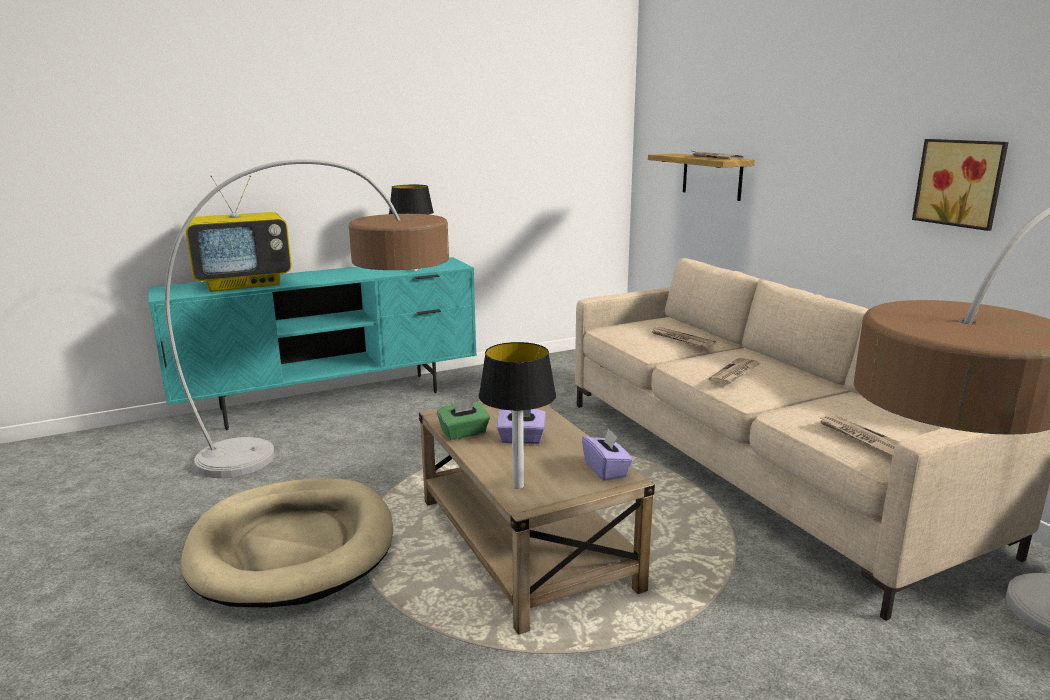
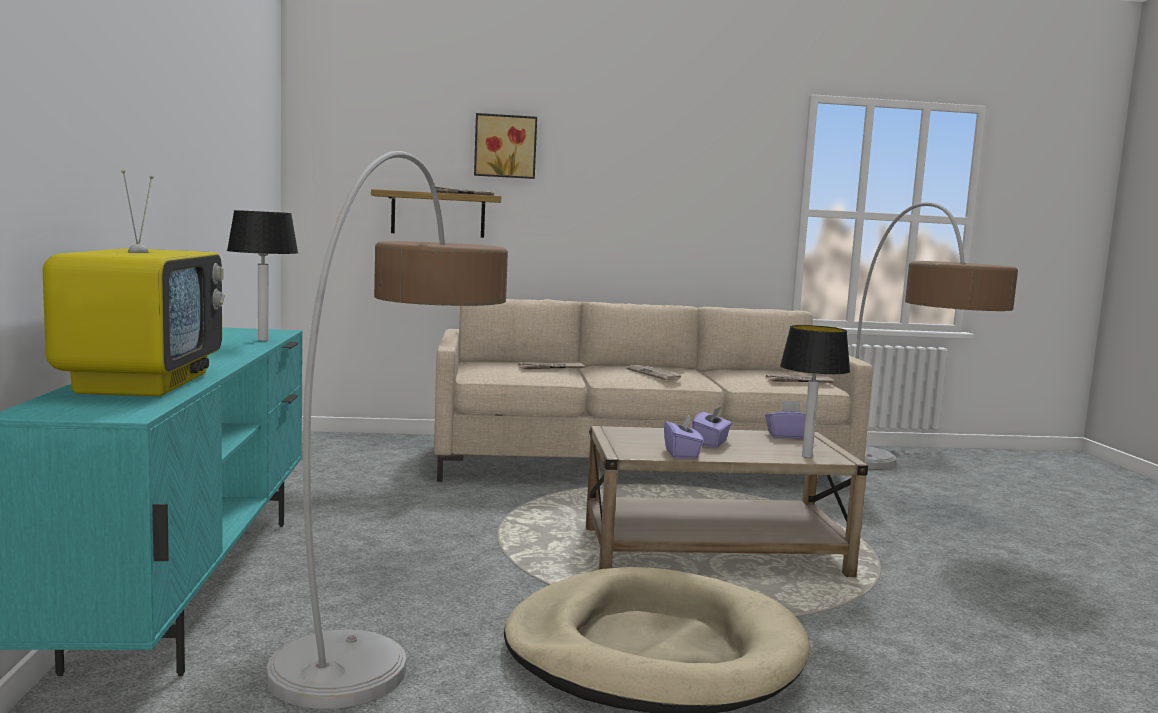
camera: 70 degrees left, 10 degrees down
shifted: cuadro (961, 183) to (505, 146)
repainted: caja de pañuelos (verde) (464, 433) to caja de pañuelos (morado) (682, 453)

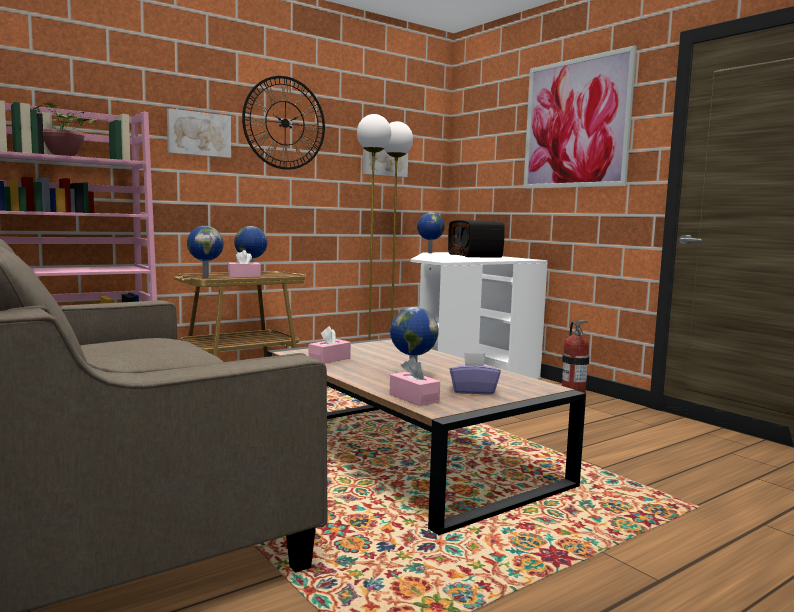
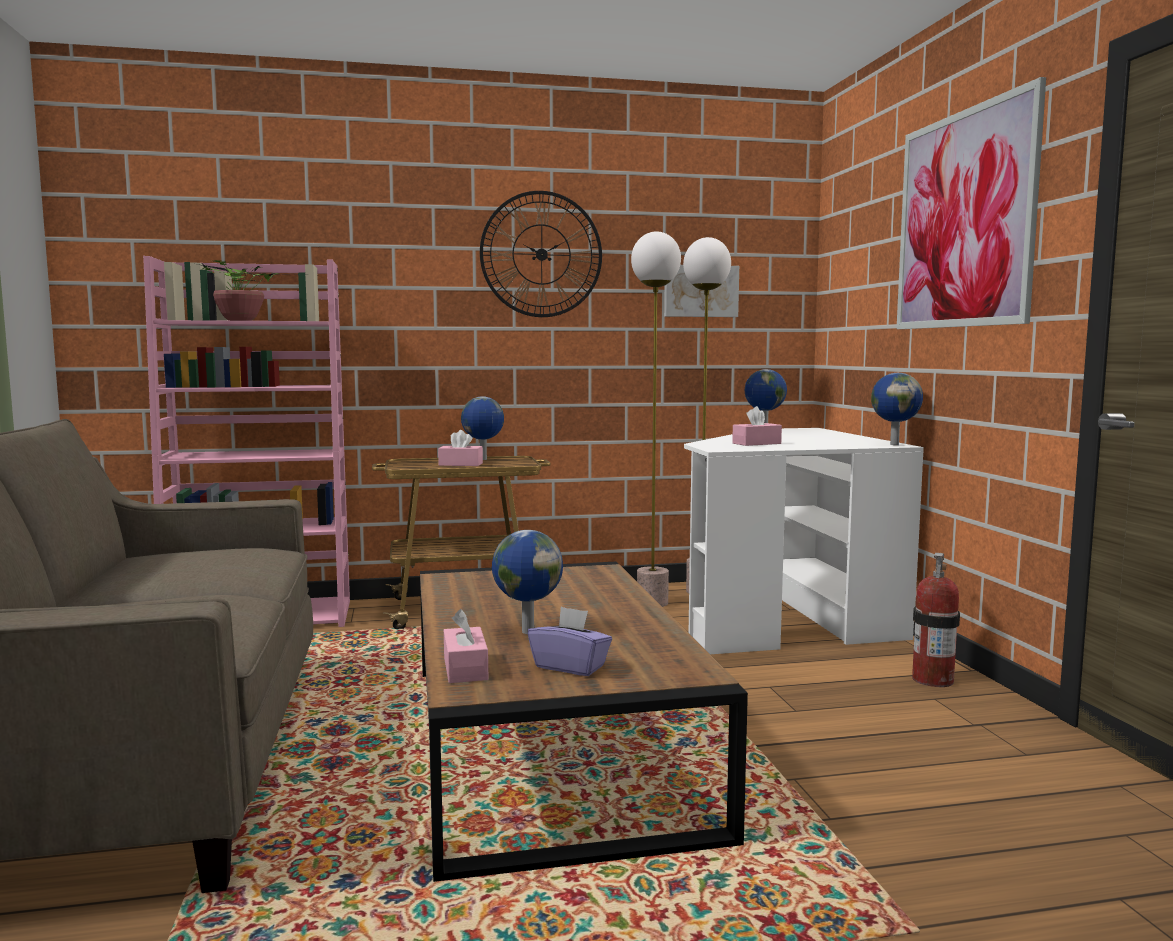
camera: 25 degrees right, 0 degrees up
gone: cuadro (198, 134); radio (476, 256)
shifted: globo terráqueo (205, 277) to (894, 444); caja de pañuelos (rosa) (329, 359) to (756, 443)

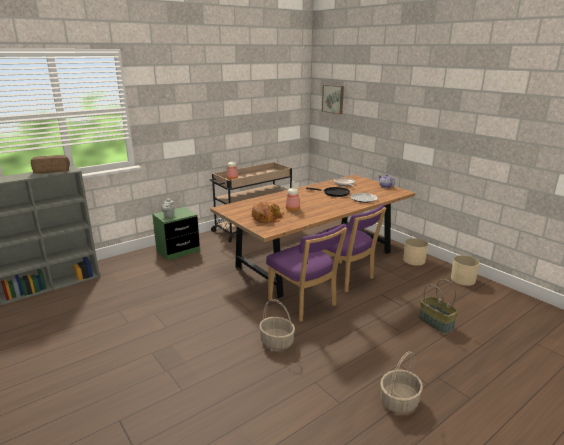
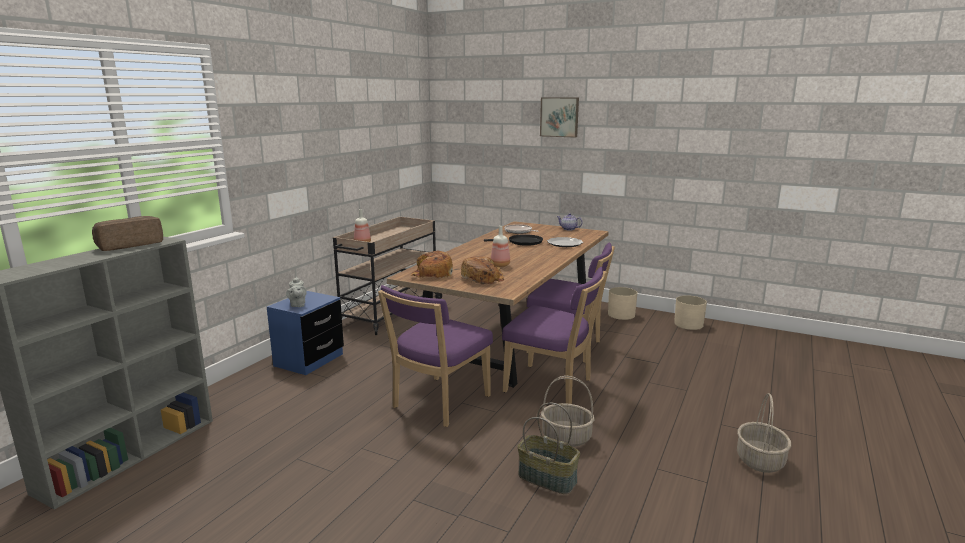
camera: 25 degrees left, 5 degrees down
new: silla (morado) (438, 403); pan (431, 274)
shifted: cuadro (333, 99) to (559, 117); cesta (436, 323) to (548, 478)
repainted: mesita de noche (verde) (178, 251) to mesita de noche (azul) (309, 360)

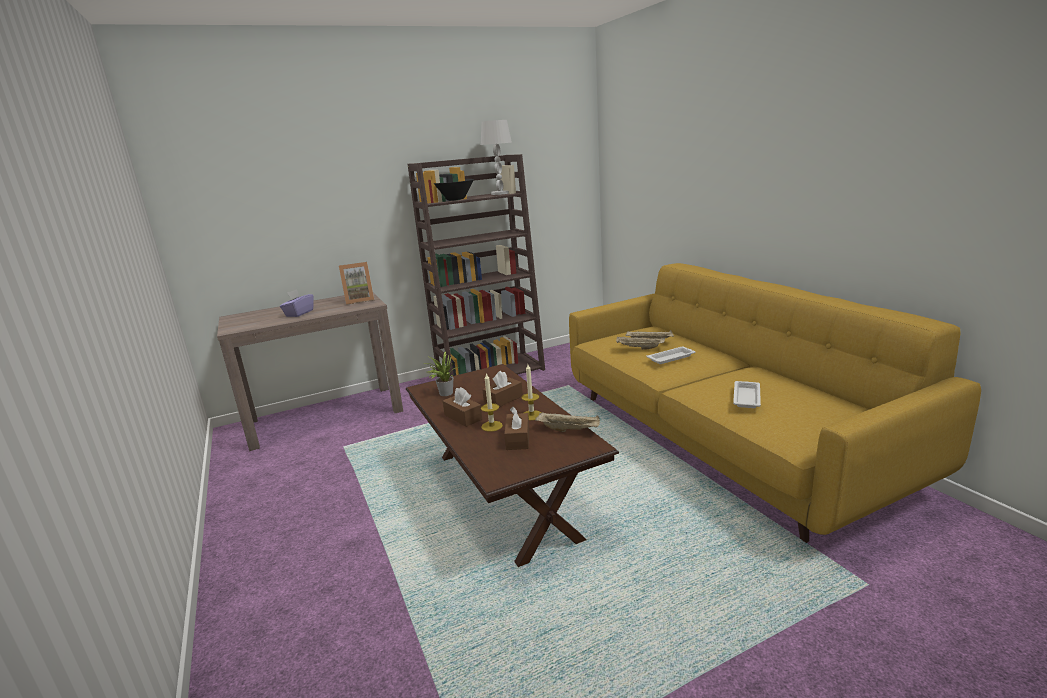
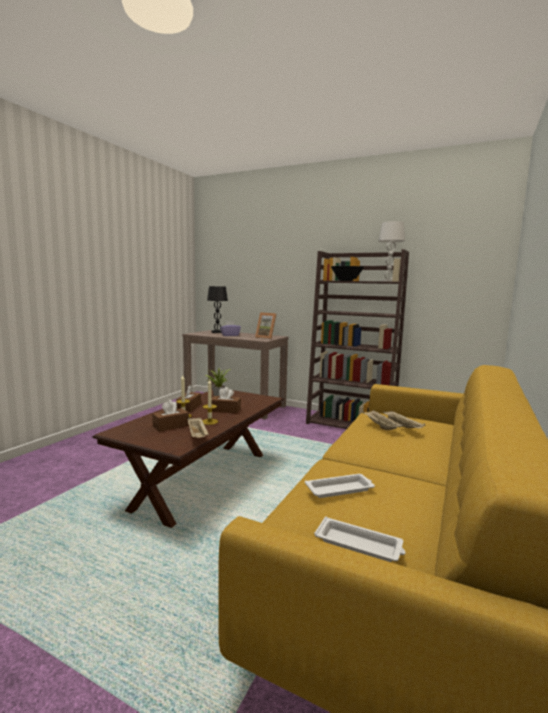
camera: 50 degrees right, 10 degrees down
new: lámpara de mesa (negro) (217, 332)
shifted: bandeja (blanco) (671, 358) to (359, 545)

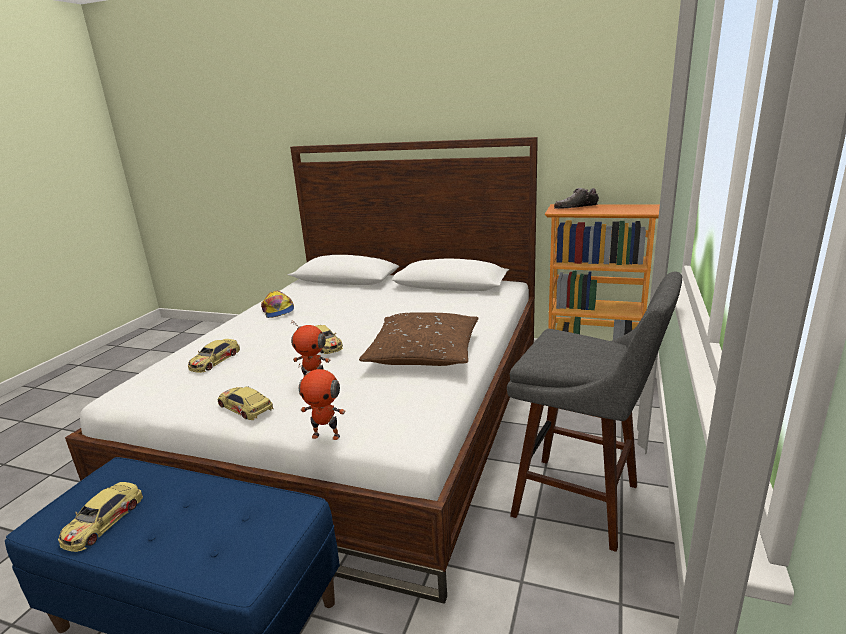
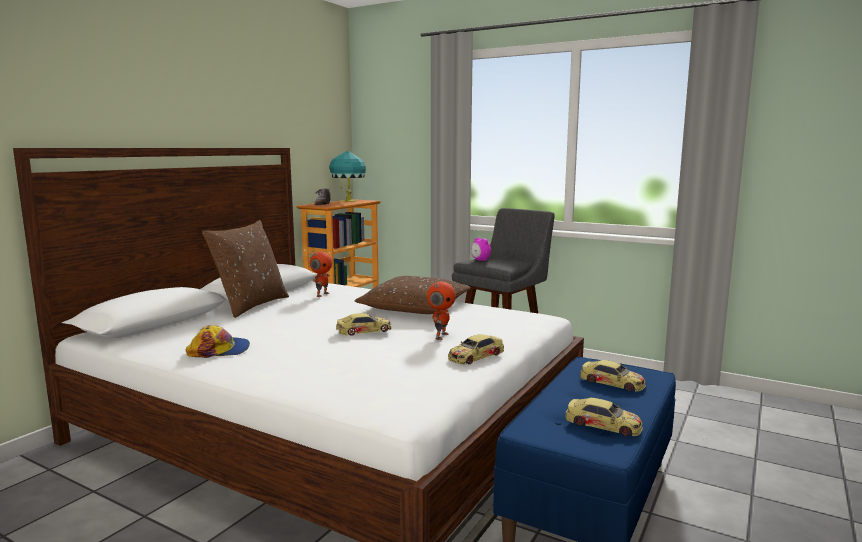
camera: 80 degrees left, 10 degrees down
new: cojín (marrón) (250, 305); lámpara de mesa (turquesa) (348, 201); despertador (480, 260)
shifted: coche de juguete (215, 360) to (612, 382); robot de juguete (326, 435) to (322, 294)

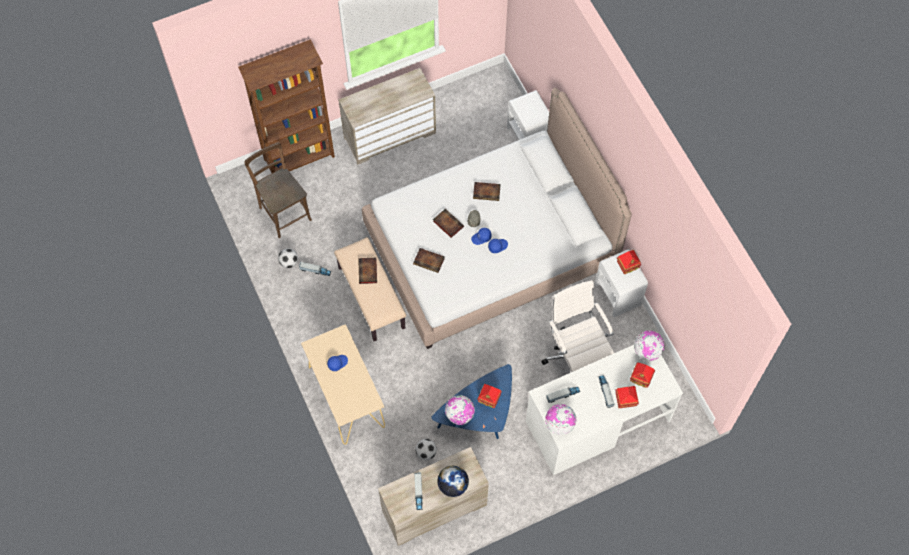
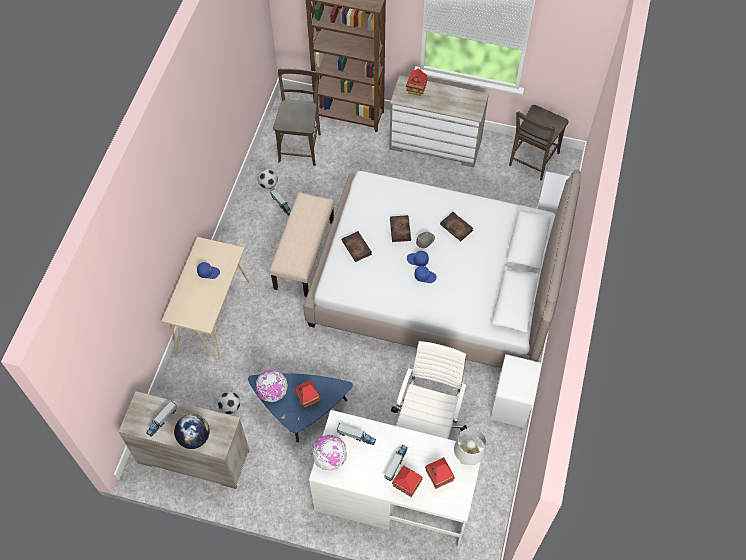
camera: 40 degrees right, 5 degrees down
gone: libro (368, 272)
new: silla (marrón) (532, 161)
shifted: casita (627, 266) to (416, 90)
swapped: globo terráqueo (647, 351) to lámpara de mesa (gris) (468, 457)

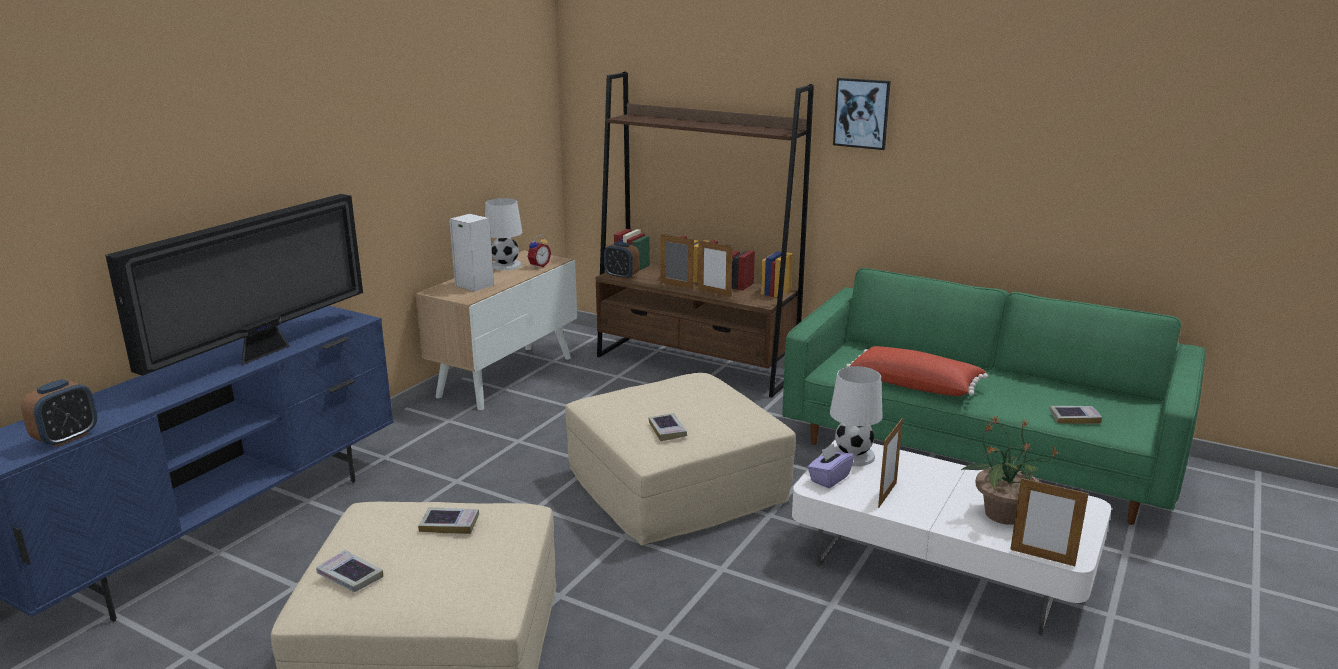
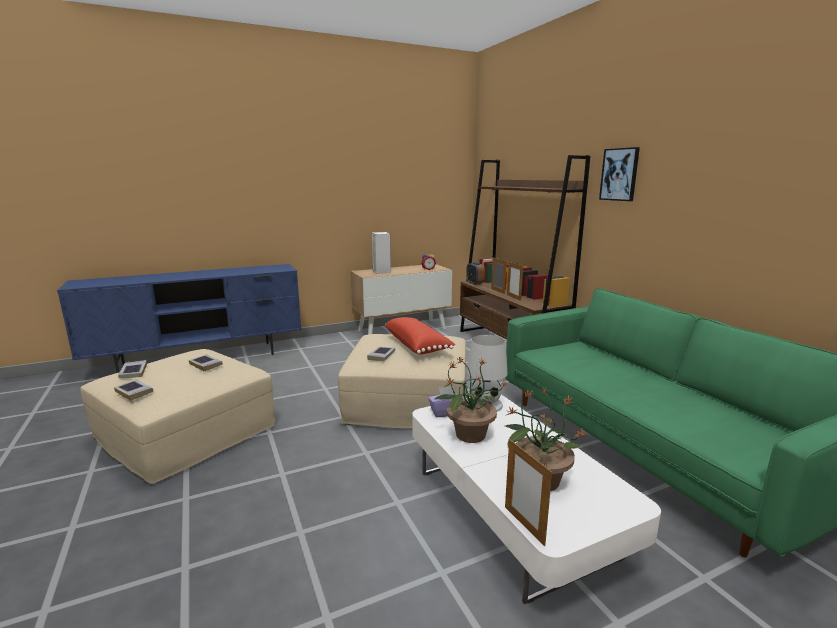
camera: 35 degrees right, 5 degrees down
gone: despertador (67, 438); televisor (264, 352); lámpara de mesa (blanco) (505, 265)
shifted: cojín (rojo) (915, 385) to (417, 345); libro (1074, 418) to (134, 392)
swapped: portarretratos (887, 495) to planta en maceta (469, 435)

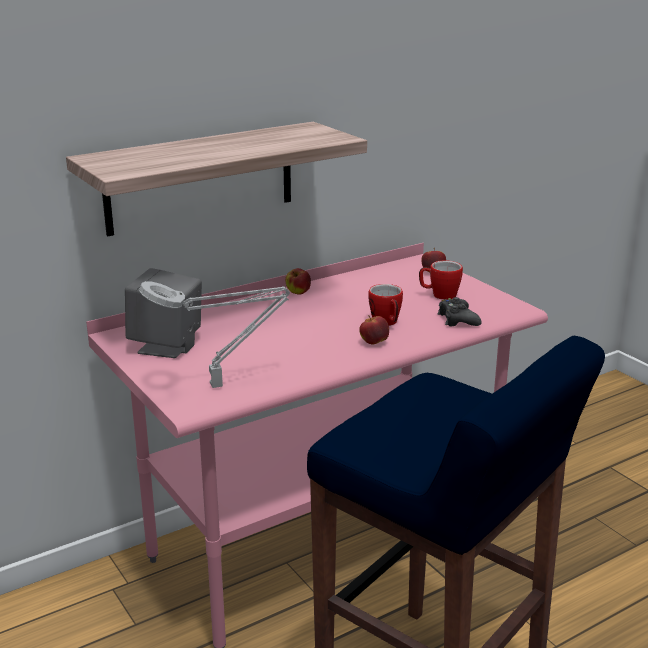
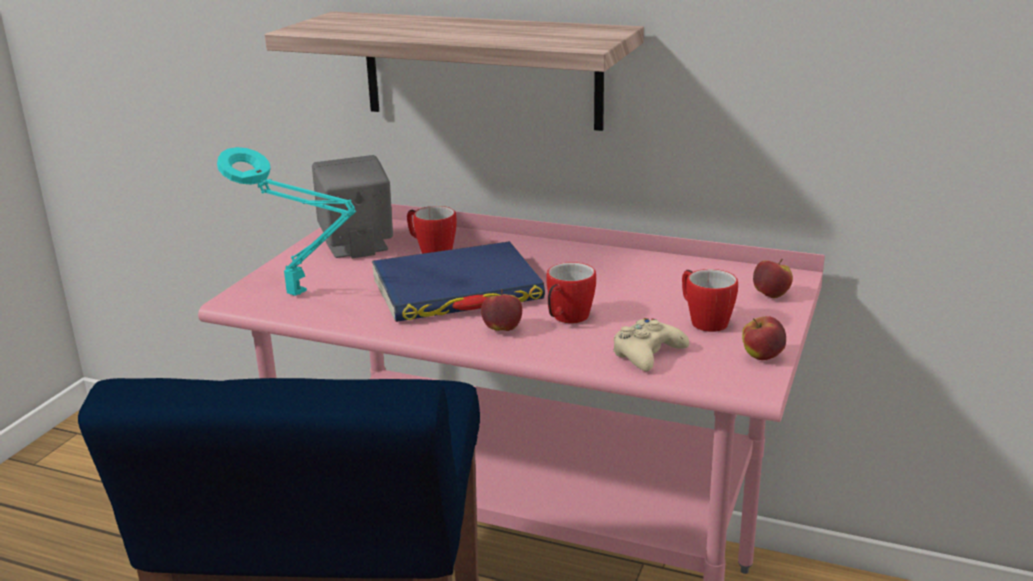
camera: 55 degrees right, 0 degrees up
new: libro (azul) (456, 290); taza grande (431, 251)
shifted: manzana (298, 293) to (762, 357)
repainted: lámpara de mesa (gris) (221, 385) to lámpara de mesa (turquesa) (301, 295); mando de consola (negro) (457, 319) to mando de consola (beis) (647, 354)

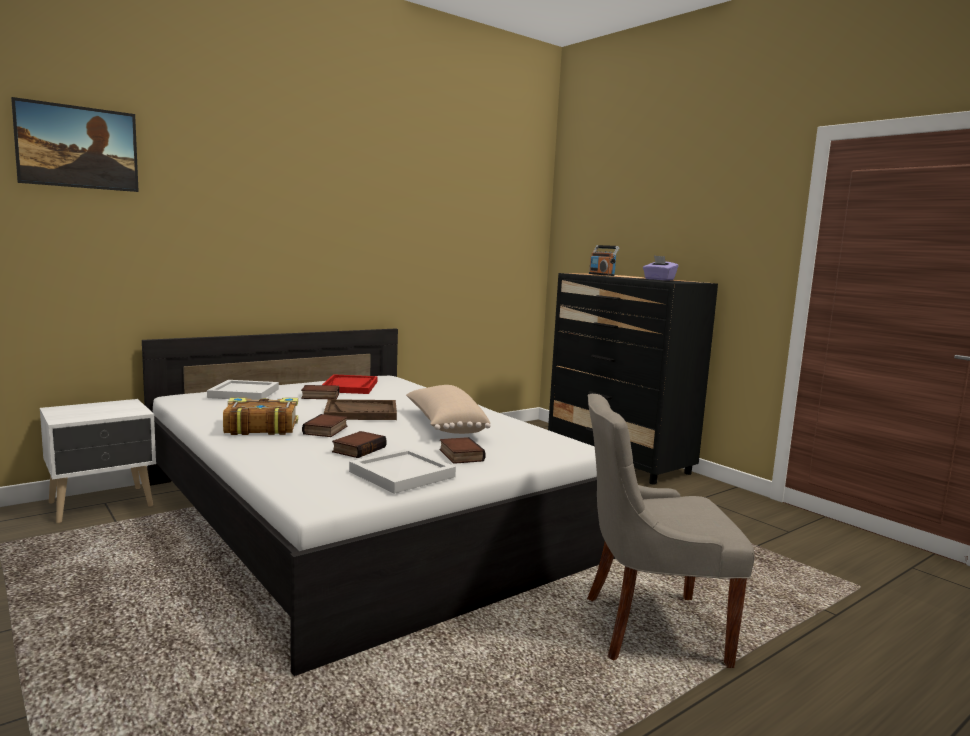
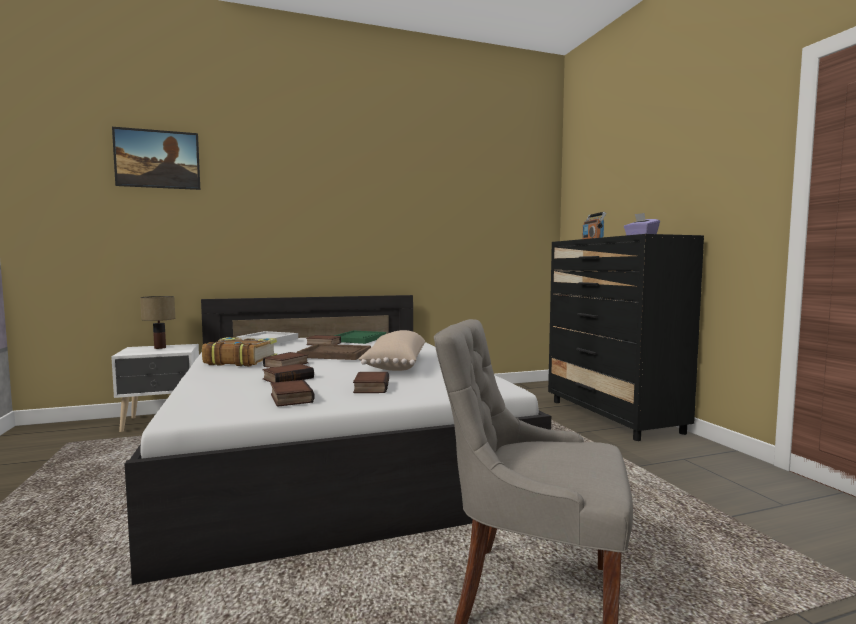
camera: 20 degrees right, 5 degrees down
new: lámpara de mesa (159, 348)
swapped: bandeja (blanco) (400, 474) to libro (289, 398)
repainted: bandeja (rojo) (350, 386) to bandeja (verde) (358, 339)

